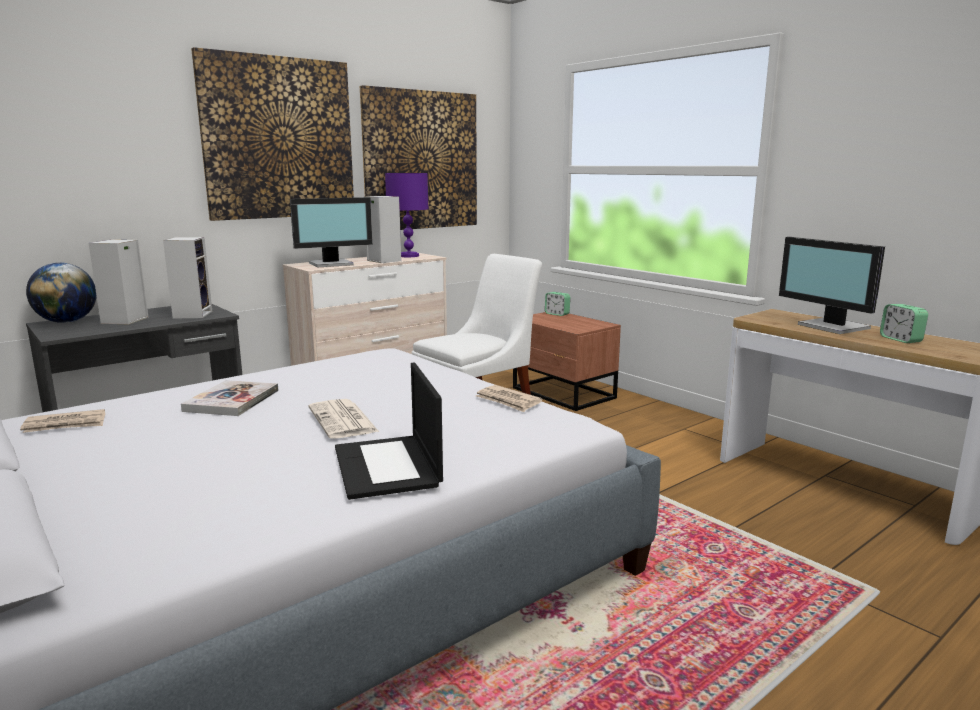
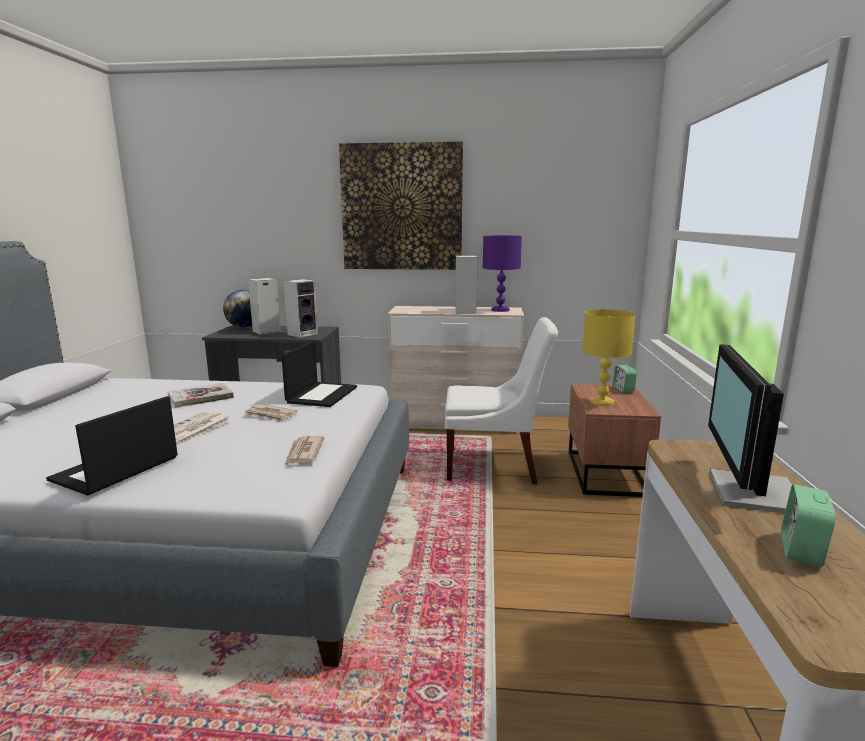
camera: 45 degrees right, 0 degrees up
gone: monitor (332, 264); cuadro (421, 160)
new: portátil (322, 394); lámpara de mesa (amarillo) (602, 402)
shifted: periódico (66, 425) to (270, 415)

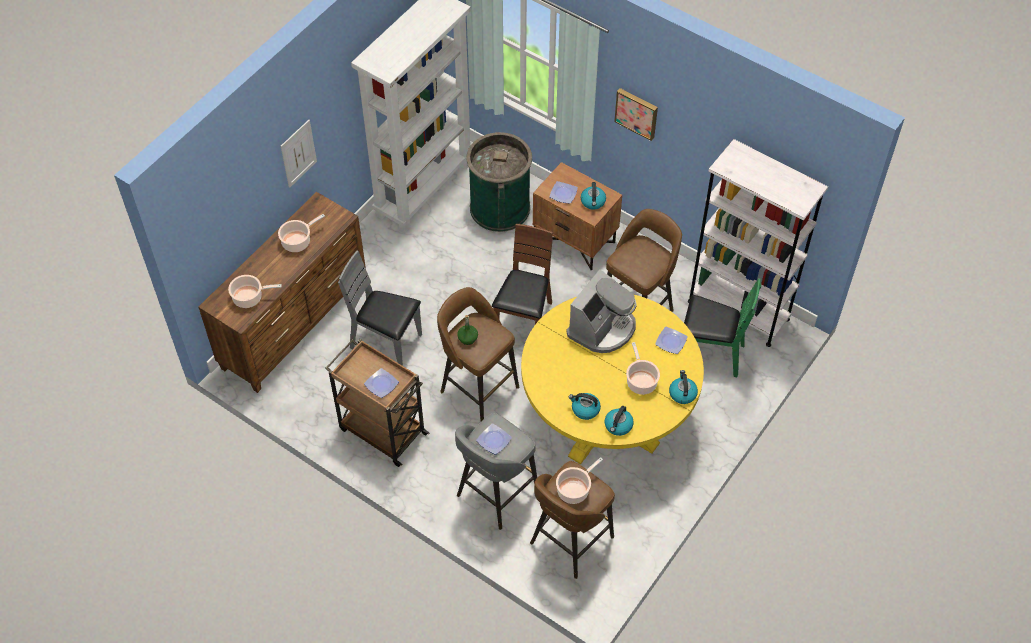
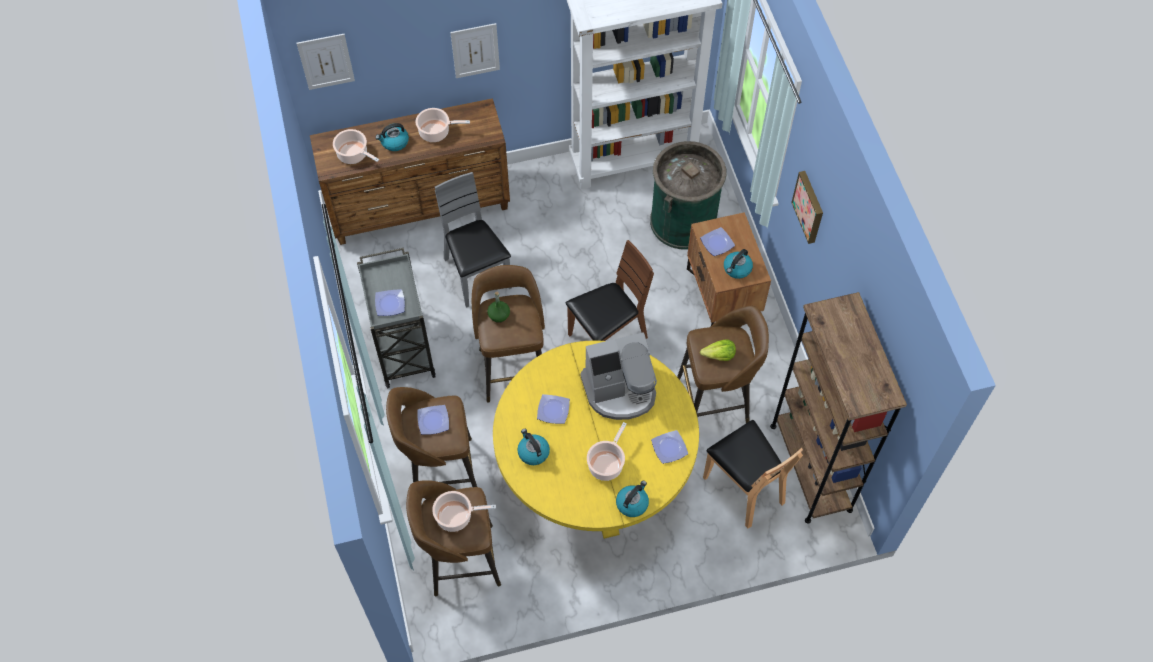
camera: 40 degrees right, 5 degrees up
new: cuadro (326, 61); plato (552, 410); lechuga (718, 356)
shifted: hervidor (618, 426) to (394, 142)
repainted: carrito (marrón) (381, 430) to carrito (gris) (403, 347); taburete (gris) (495, 494) to taburete (marrón) (440, 471); silla (verde) (710, 354) to silla (marrón) (744, 488); estantería (blanco) (738, 310) to estantería (marrón) (810, 467)

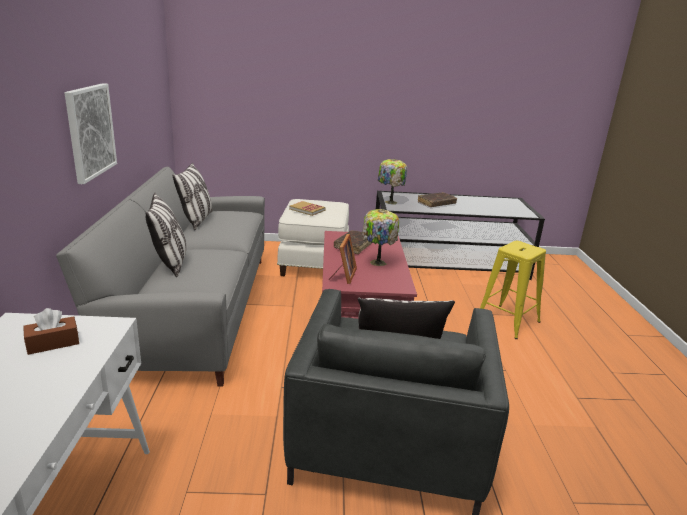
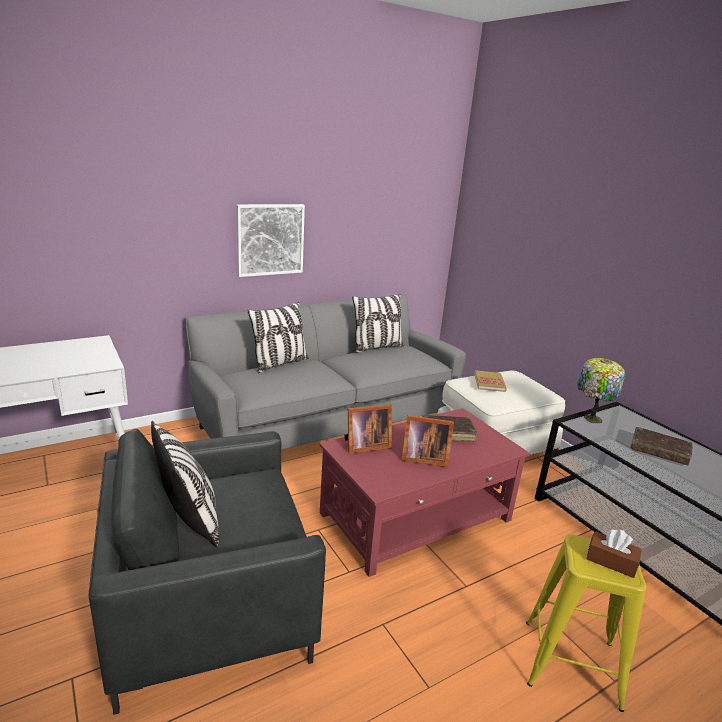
camera: 60 degrees right, 0 degrees up
shifted: caja de pañuelos (marrón) (53, 343) to (611, 561)
swapped: lámpara de mesa (377, 263) to portarretratos (422, 458)

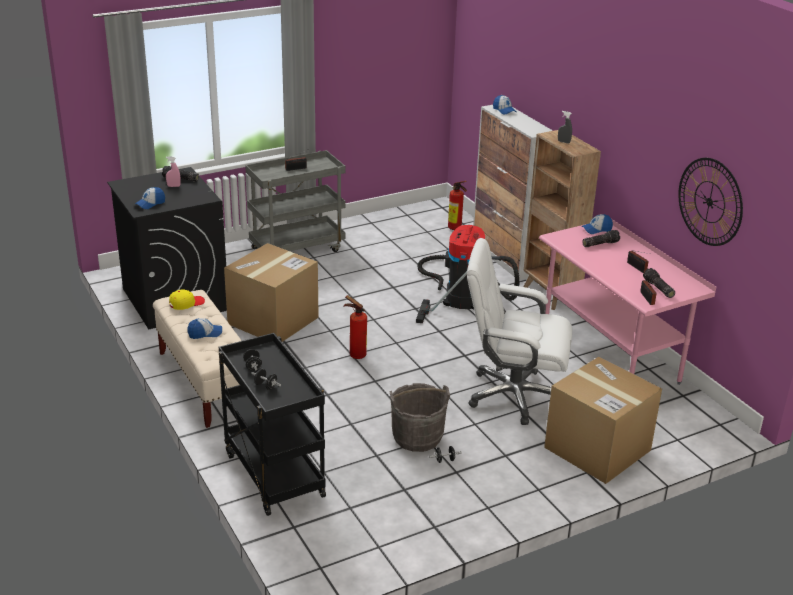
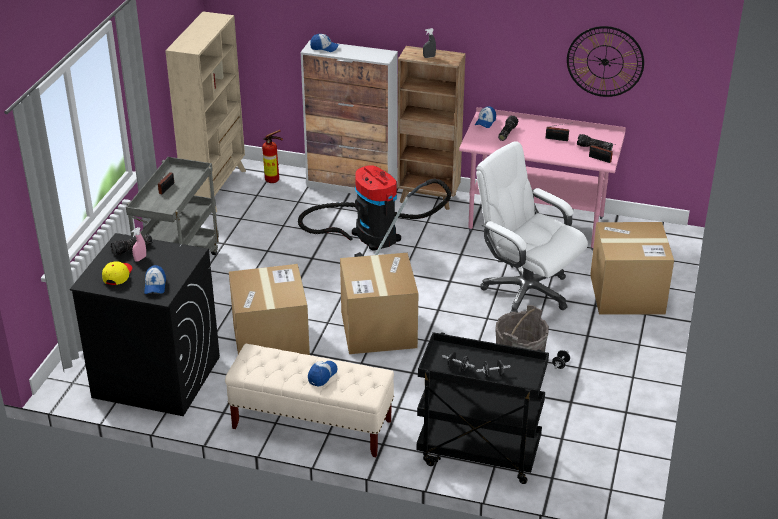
camera: 45 degrees left, 5 degrees up
new: estantería (beis) (216, 188)
shifted: gorra (amarillo) (186, 303) to (117, 275)
swapped: extintor (355, 355) to caja de cartón (378, 329)
rotated: silla de oficina (blanco) (513, 395) = (525, 290) 75 degrees clockwise

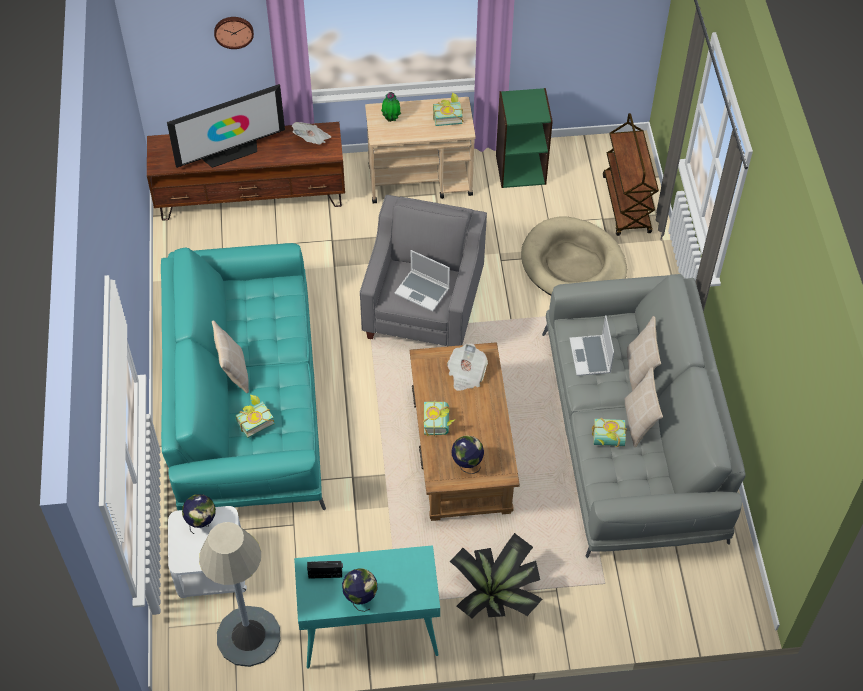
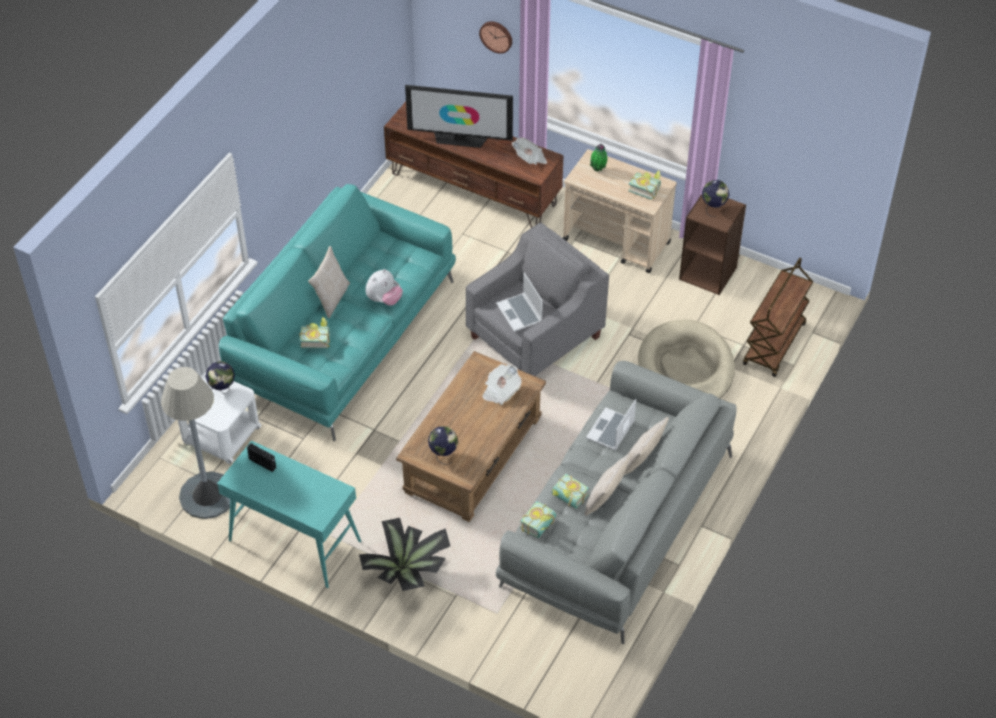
camera: 35 degrees right, 5 degrees down
new: peluche (384, 300)
shifted: globo terráqueo (360, 598) to (713, 208); libro (439, 422) to (541, 526)
repainted: estantería (verde) (520, 169) to estantería (marrón) (708, 273)

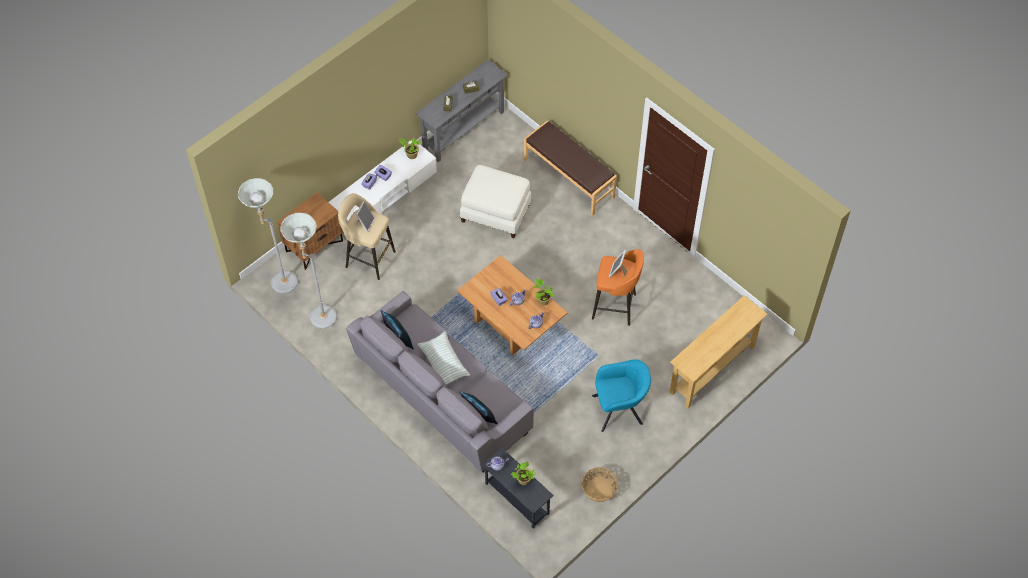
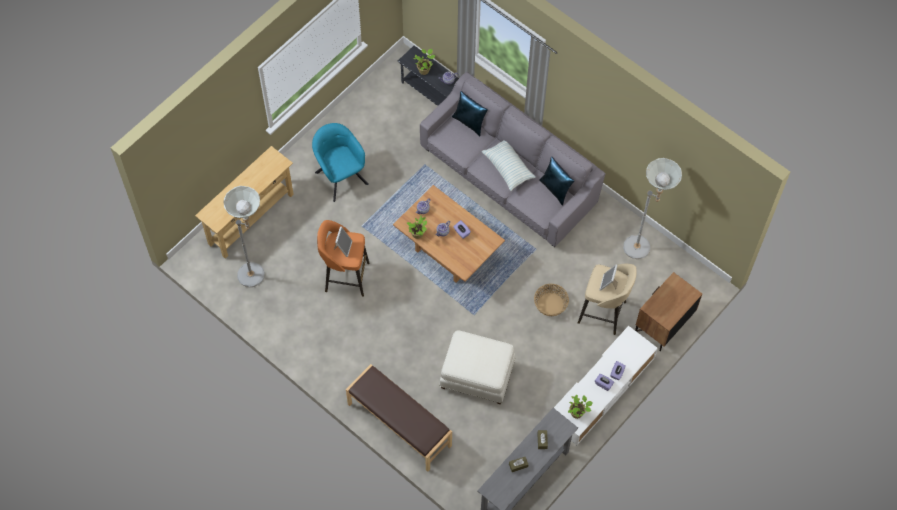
camera: 175 degrees right, 5 degrees up
shifted: lámpara de pie (gris) (279, 281) to (257, 276); cesta (599, 489) to (550, 304)
rotated: sillón (turquesa) (619, 409) = (340, 176) 75 degrees clockwise

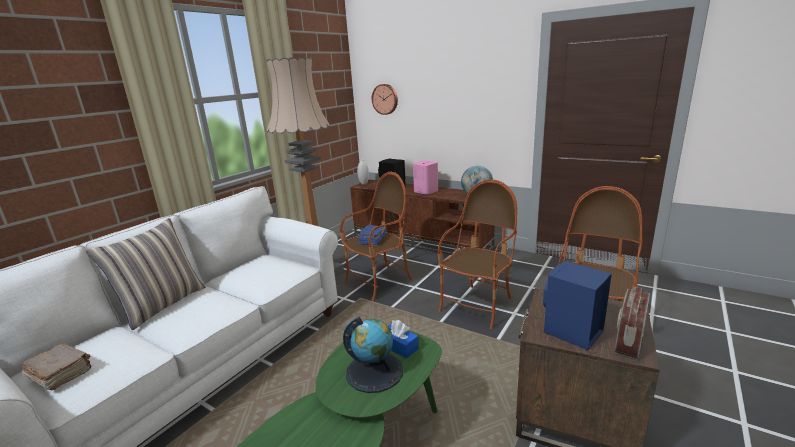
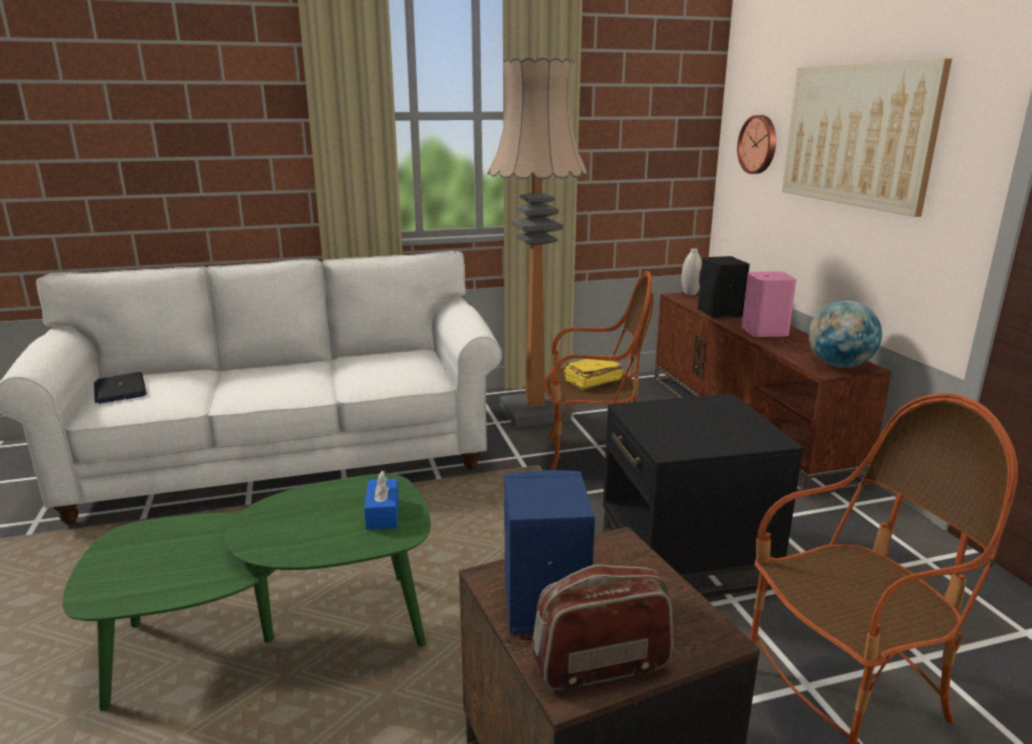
camera: 40 degrees right, 0 degrees up
gone: cojín (162, 304); globo terráqueo (374, 371)
new: cuadro (856, 135)
swapped: libro (marrón) (61, 374) to portátil (120, 389); sillón (478, 306) to mesa auxiliar (negro) (686, 558)
repainted: libro (azul) (372, 240) to libro (amarillo) (591, 382)

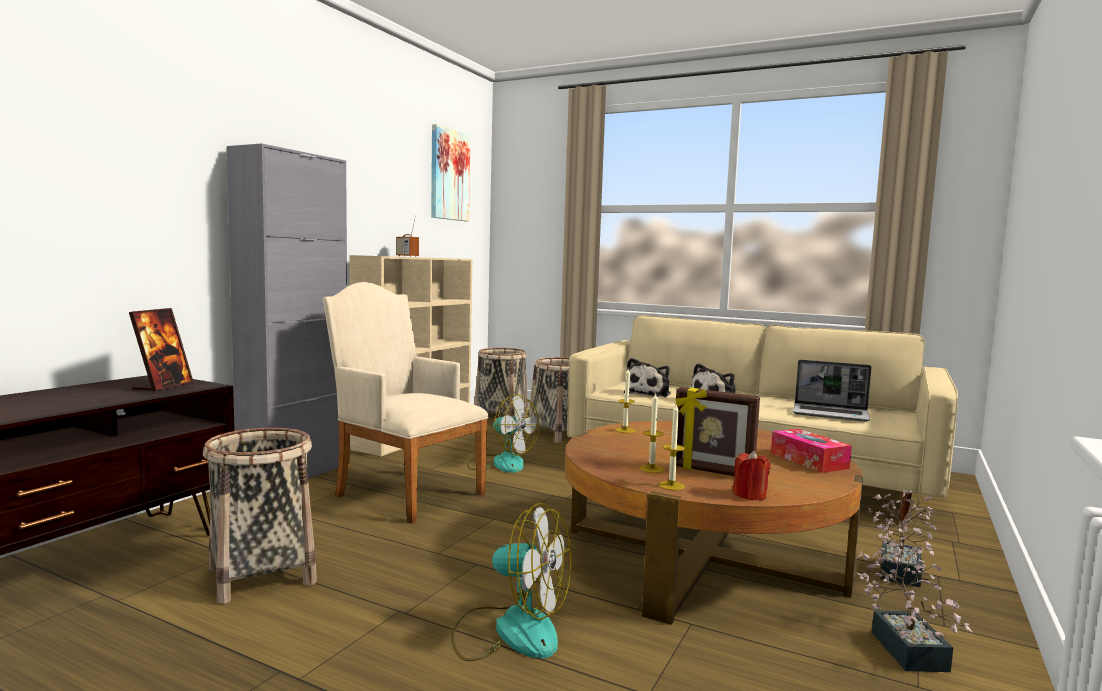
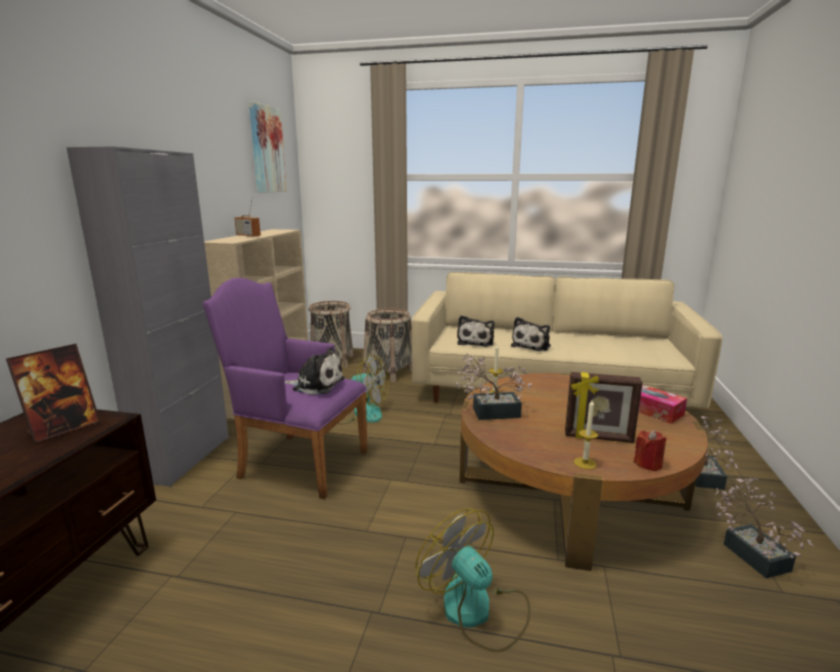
camera: 15 degrees left, 10 degrees up
gone: cesta (261, 575); vela (651, 469); portátil (831, 414)
new: peluche (316, 384); planta en maceta (490, 412)
repainted: sillón (beis) (404, 492) to sillón (morado) (297, 462)
rotated: portarretratos (163, 386) = (63, 428) 45 degrees clockwise; ventilador (510, 630) = (477, 611) 135 degrees counterclockwise

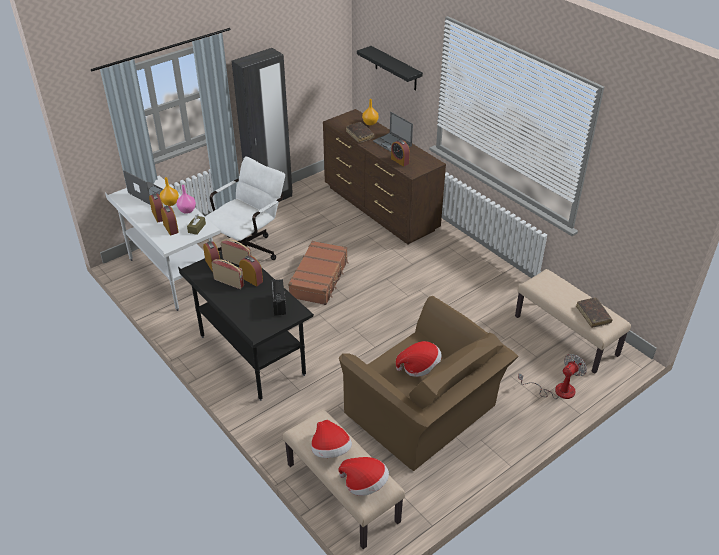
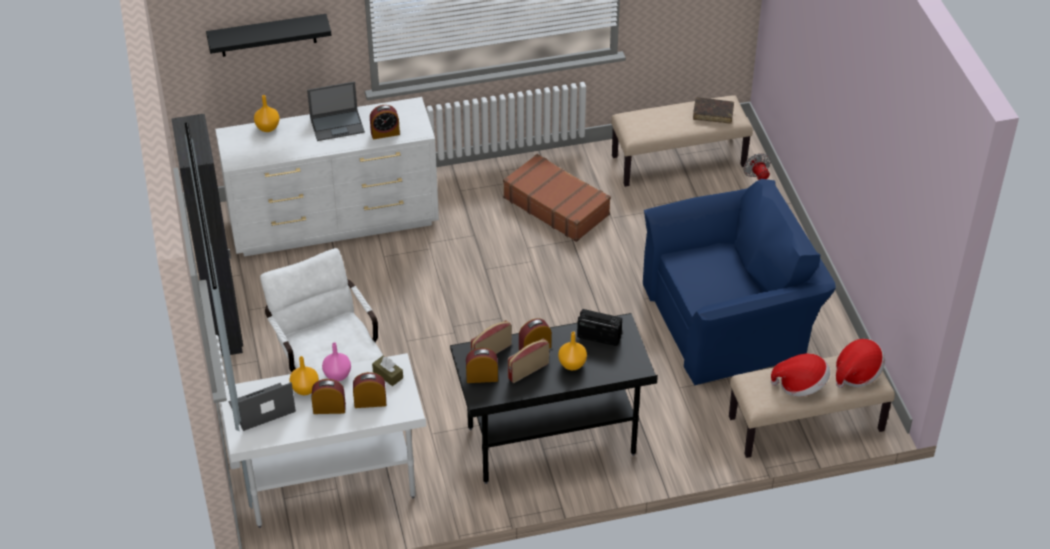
camera: 65 degrees left, 5 degrees up
gone: libro (marrón) (360, 135); sombrero (419, 367)
new: florero (naranja) (572, 365)
shifted: maleta (marrón) (319, 279) to (556, 206)
repainted: cómoda (marrón) (380, 209) to cómoda (blanco) (335, 223); sillón (marrón) (425, 414) to sillón (azul) (731, 318)

